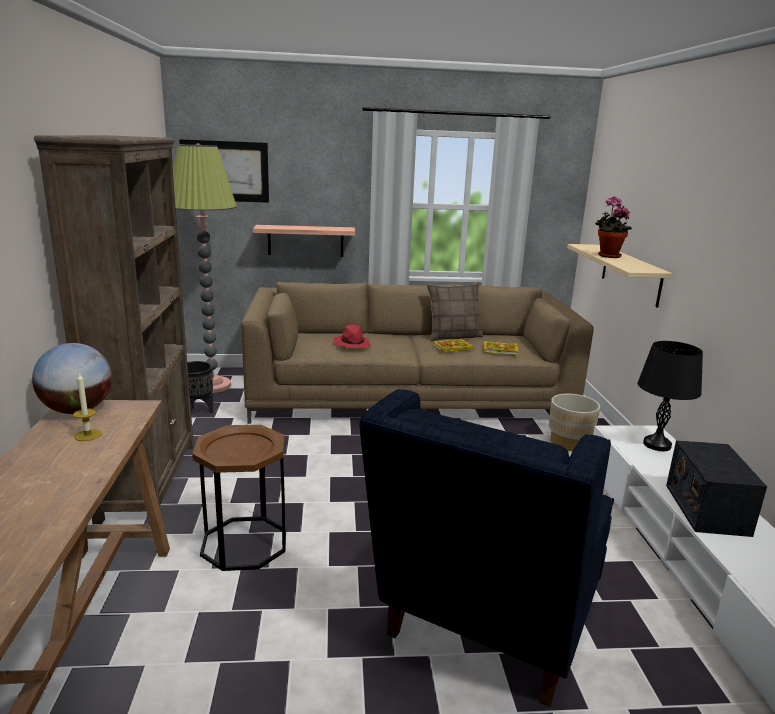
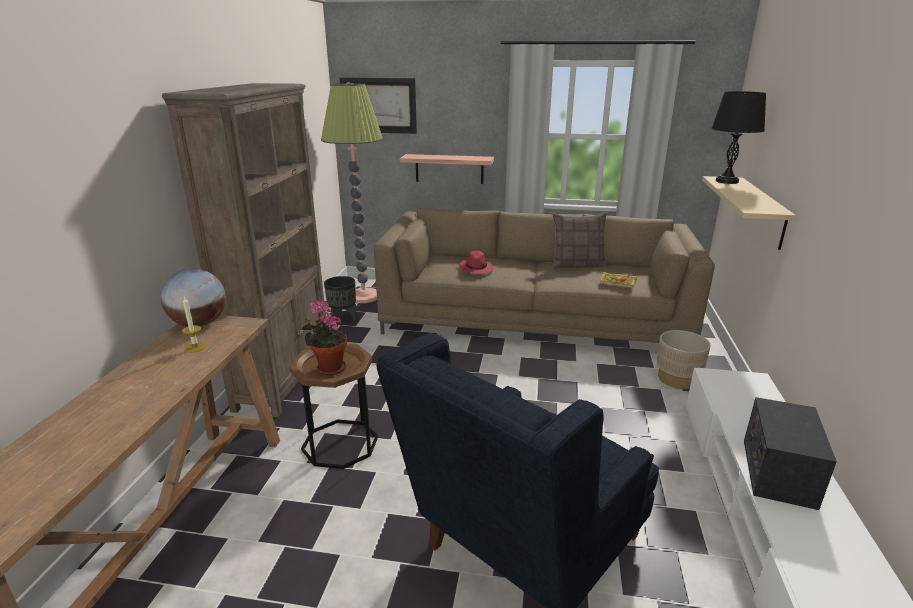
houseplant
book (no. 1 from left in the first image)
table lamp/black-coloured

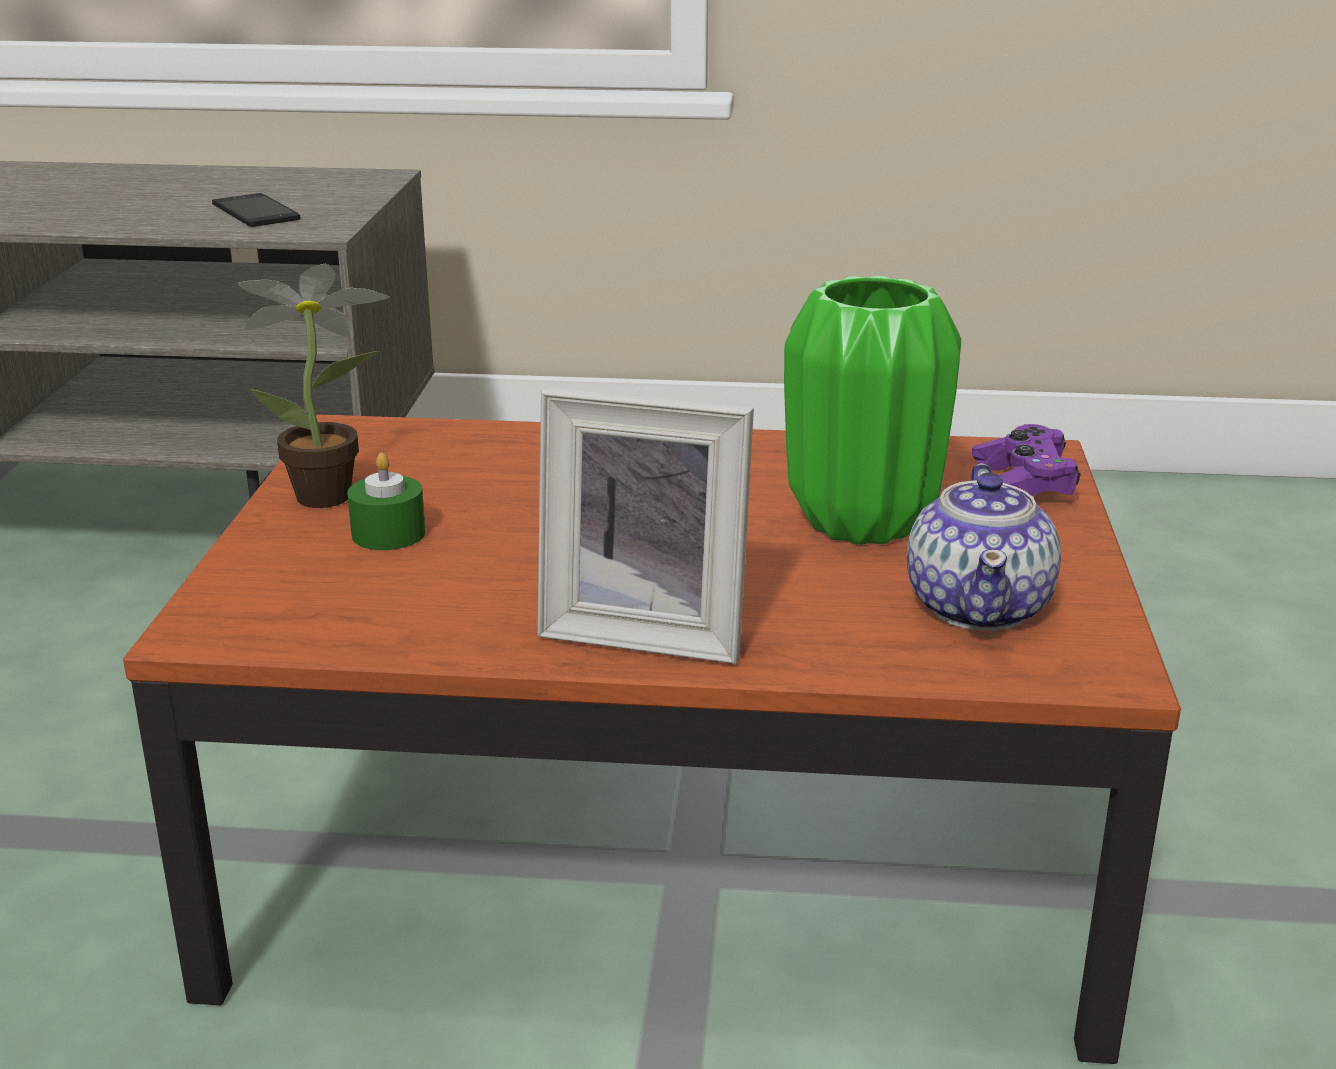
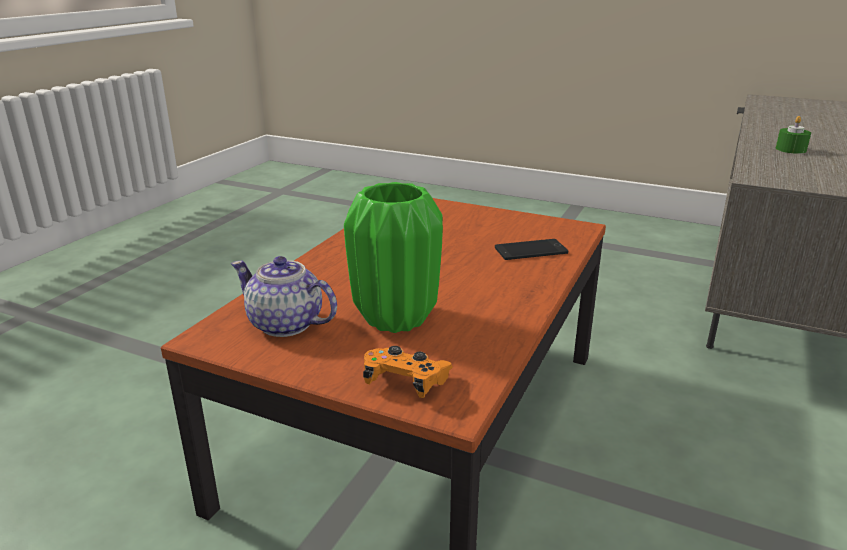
handset
houseplant
photo frame
game controller/orange-coloured
wax light/greenish

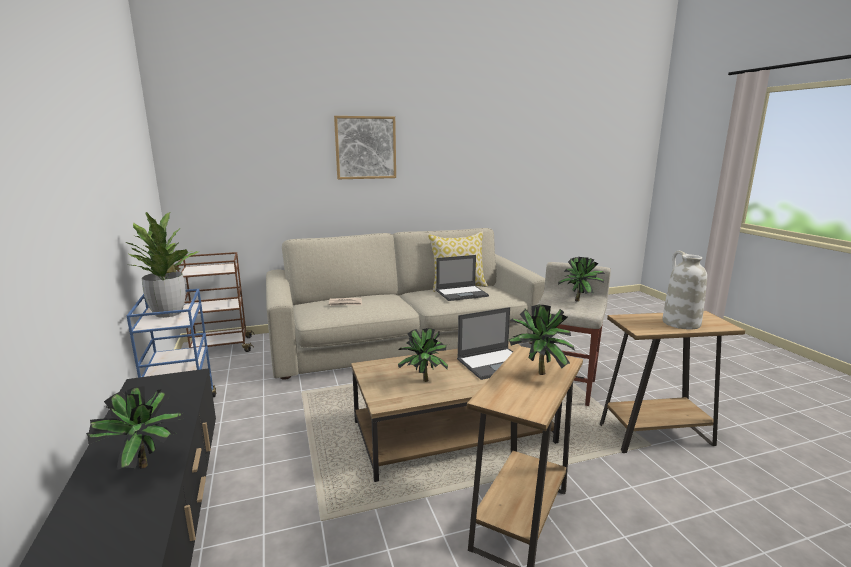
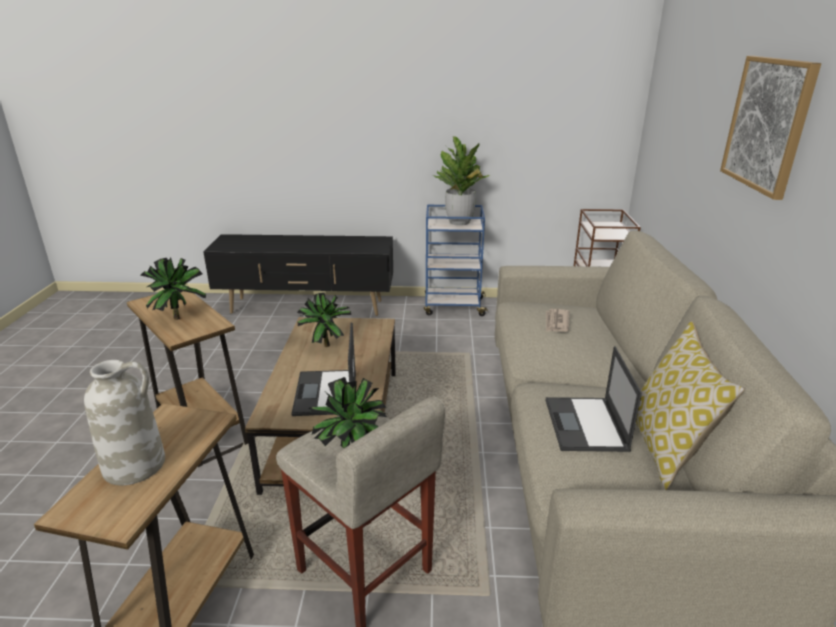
houseplant (no. 1 from left in the first image)

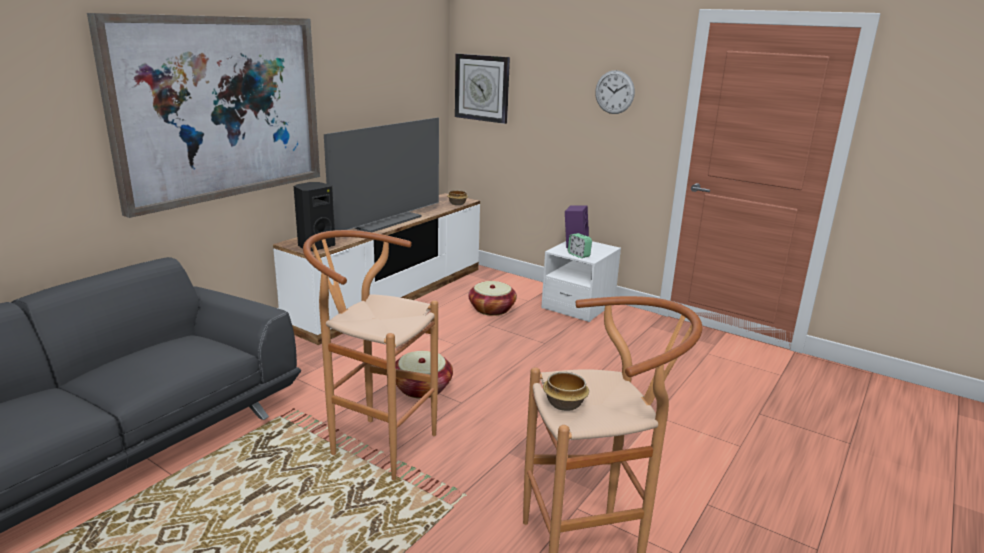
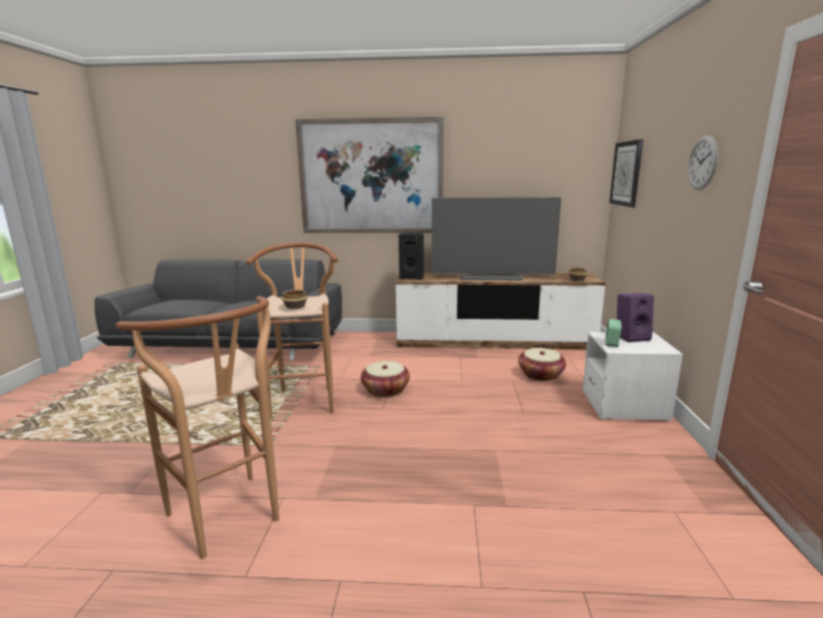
bowl (no. 1 from left)

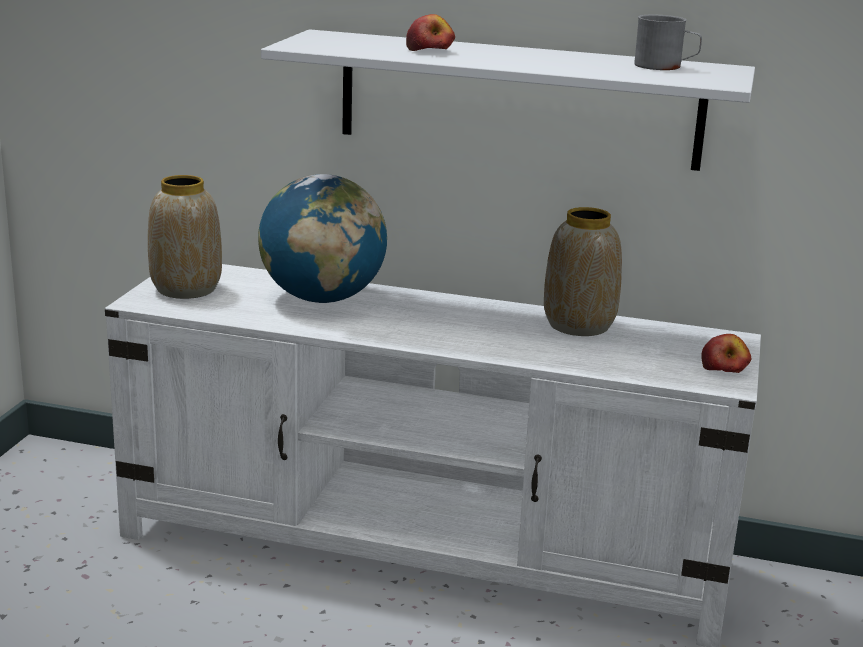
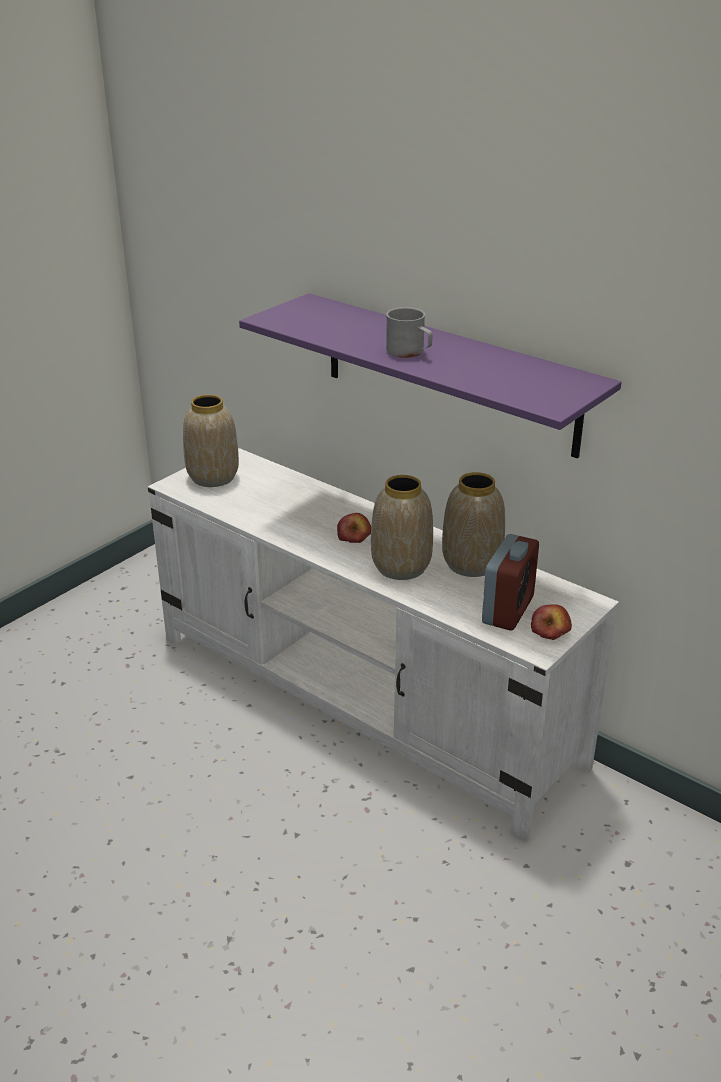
apple fruit (no. 1 from left)
tea mug/greyish
shelf/purple-coloured
globe
flower vase (no. 2 from left)
bedside clock

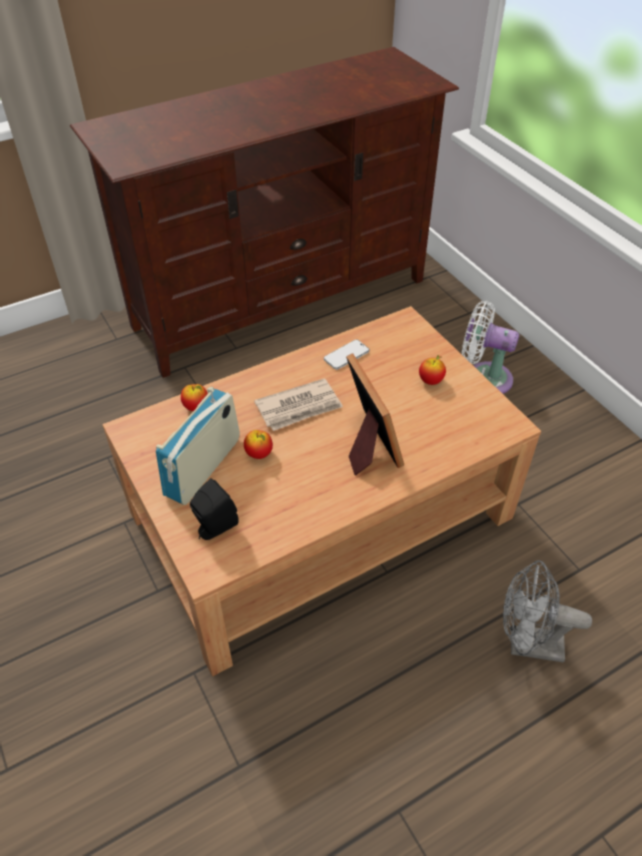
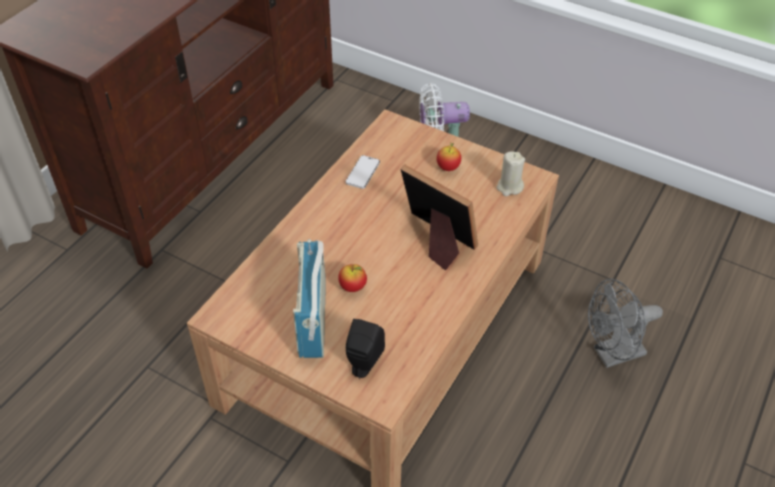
newspaper
apple fruit (no. 1 from left in the first image)
wax light/beige

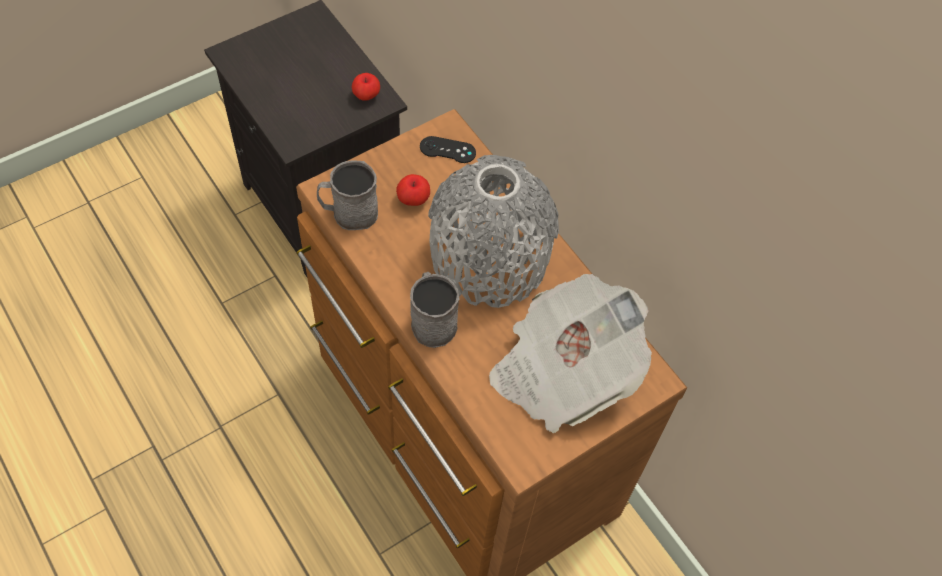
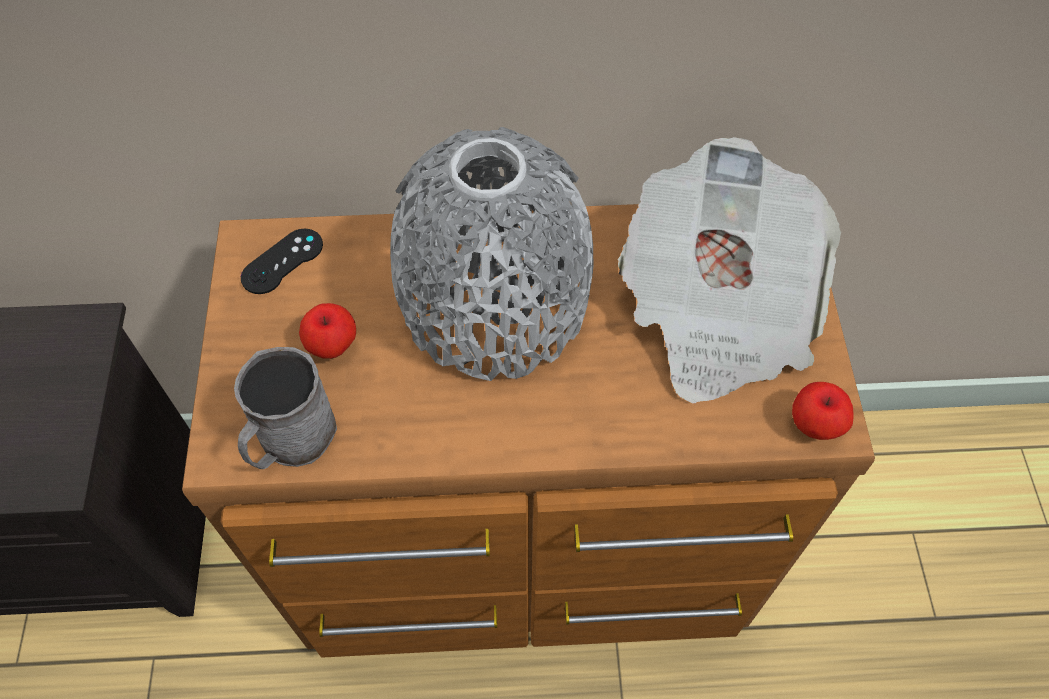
apple fruit (no. 2 from left)
tea mug/greyish (no. 2 from left in the first image)

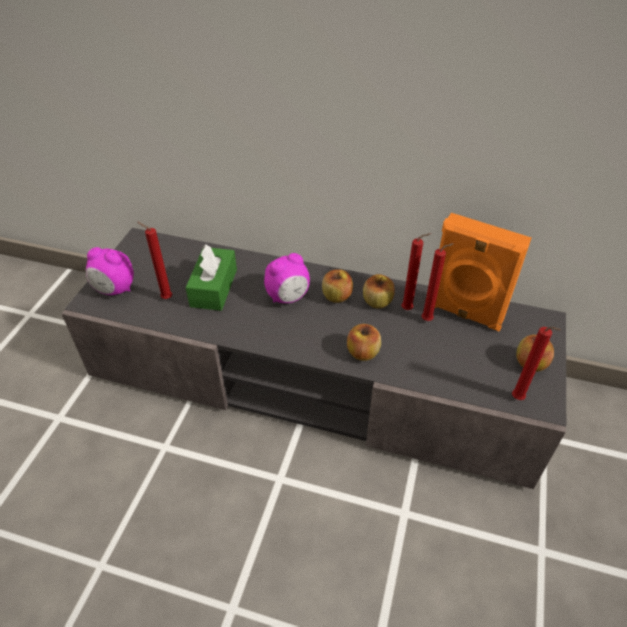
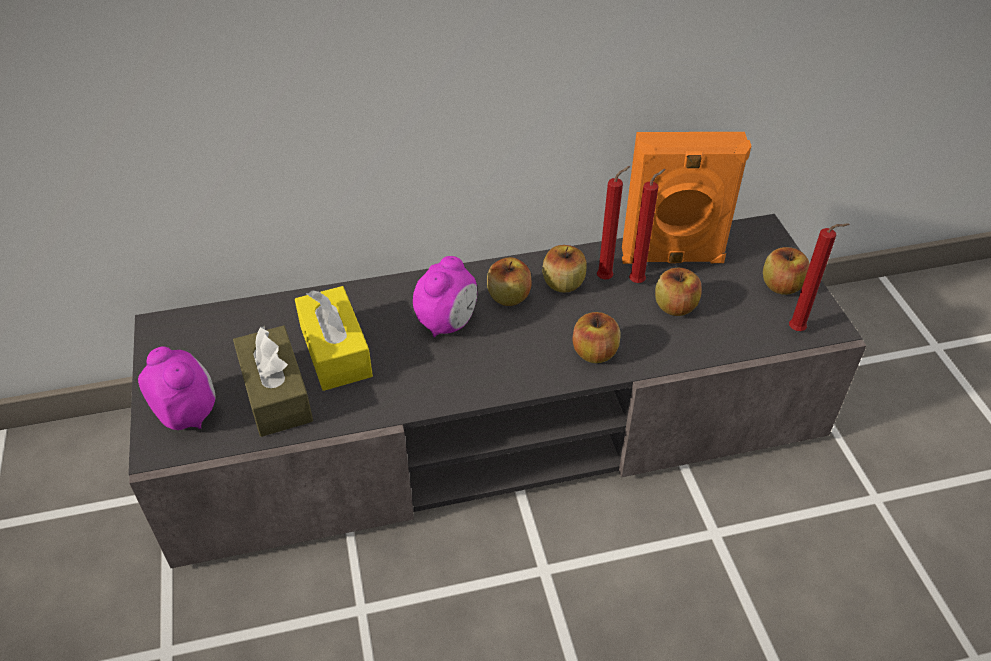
tissue holder/brown
tissue holder/yellow
bedside clock (no. 1 from left)
apple fruit (no. 4 from left)

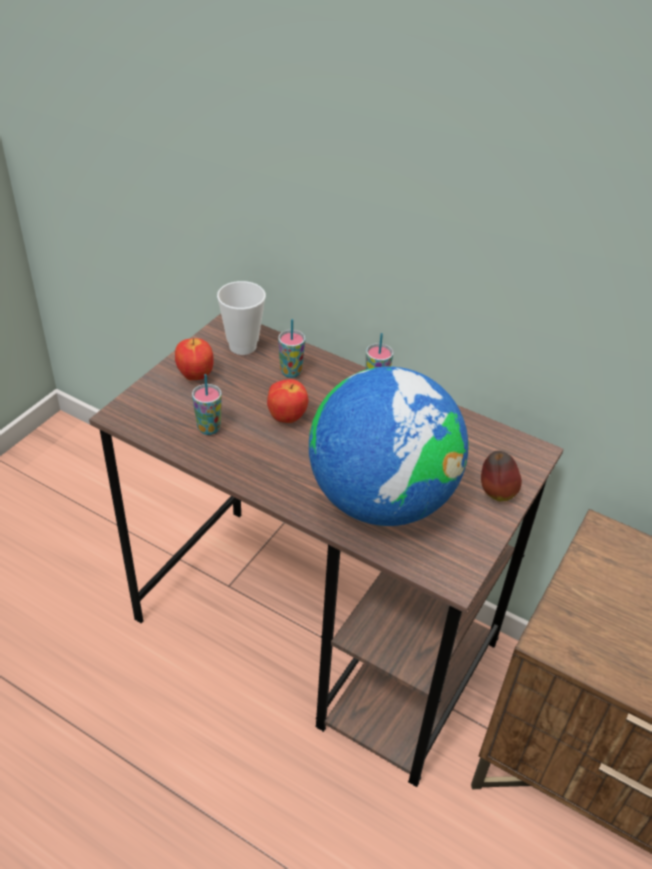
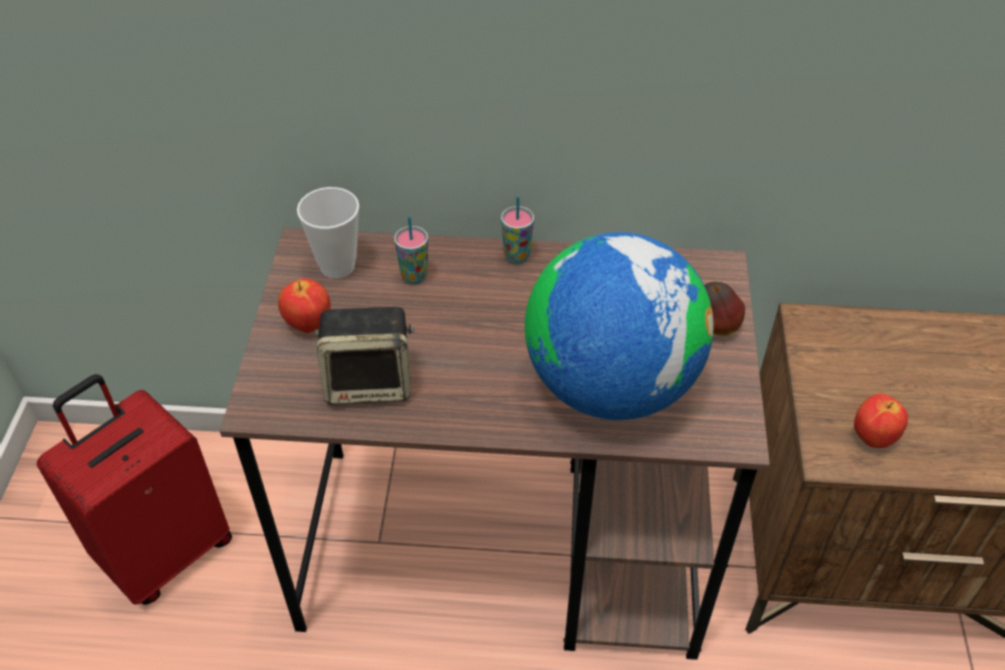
audio speaker
apple fruit (no. 3 from left)
suitcase/reddish

